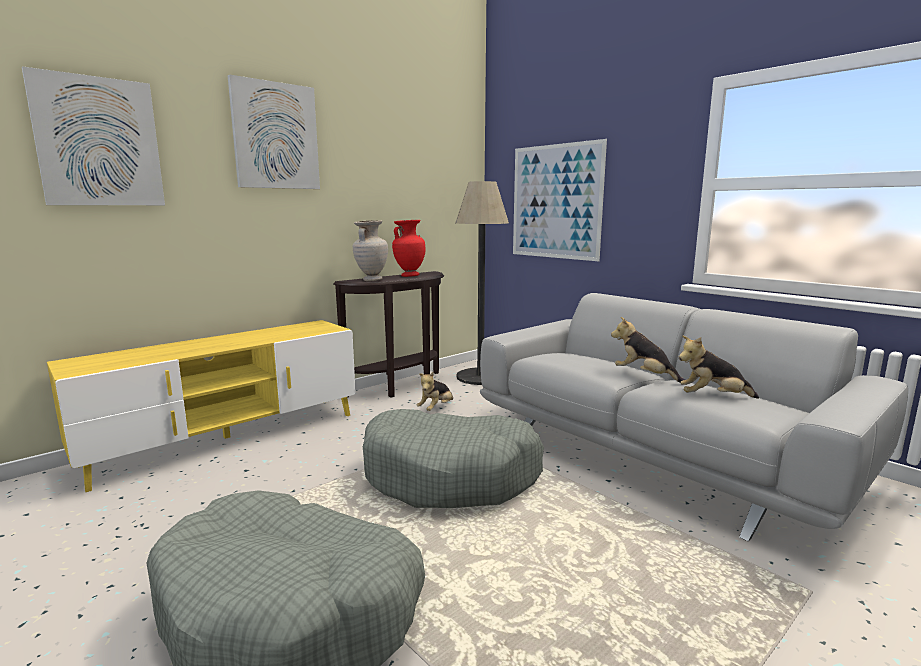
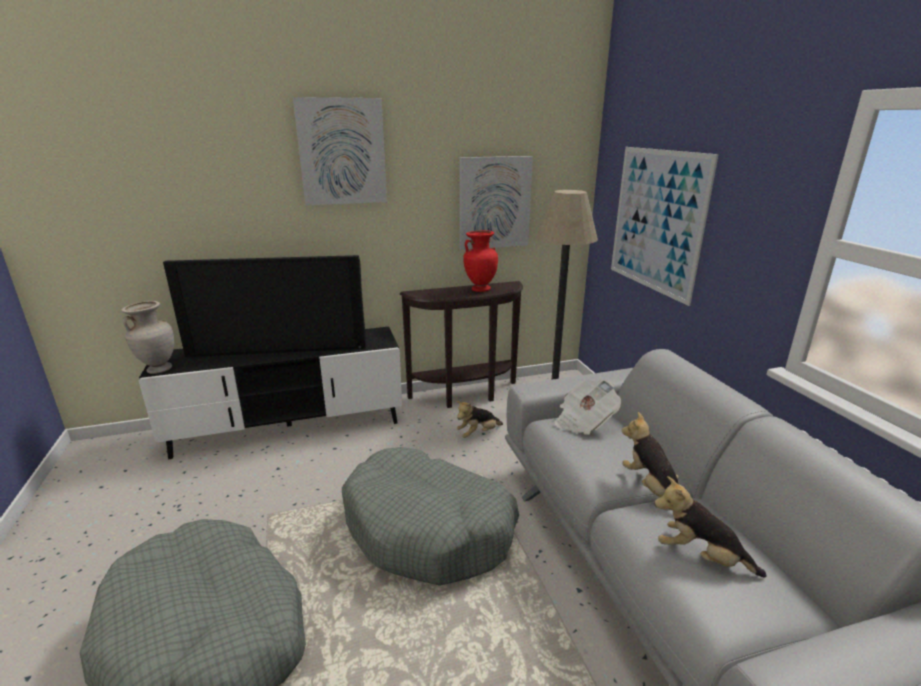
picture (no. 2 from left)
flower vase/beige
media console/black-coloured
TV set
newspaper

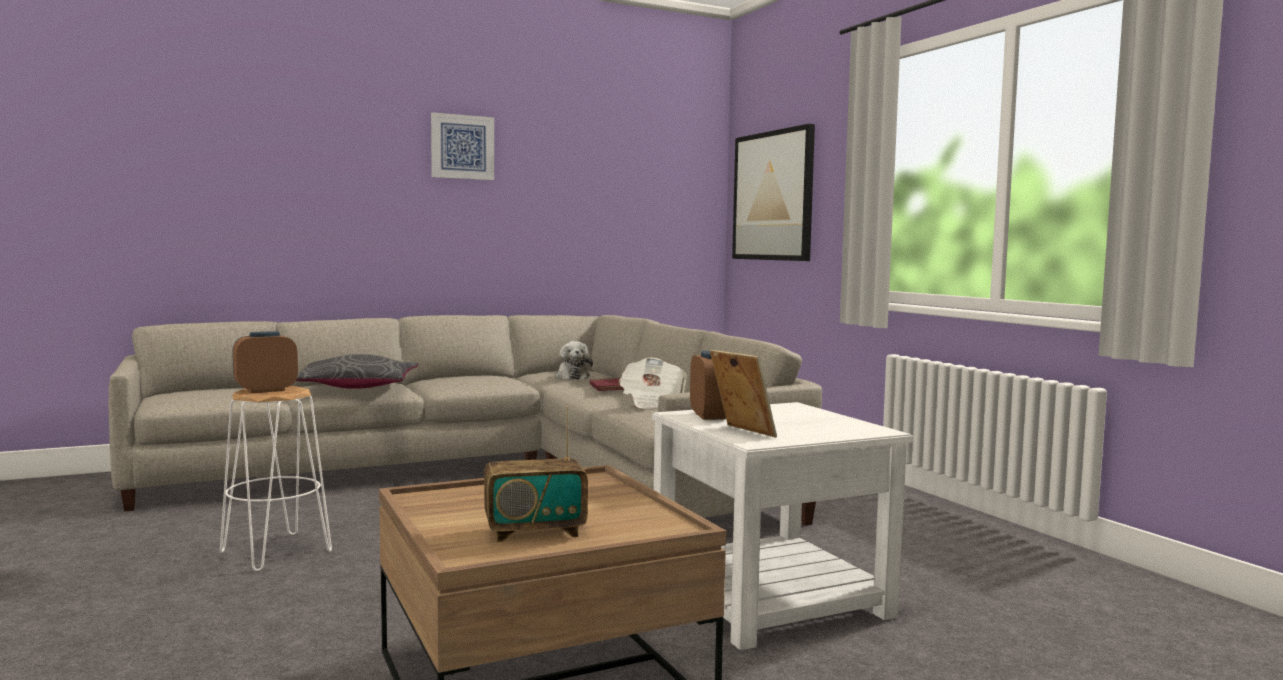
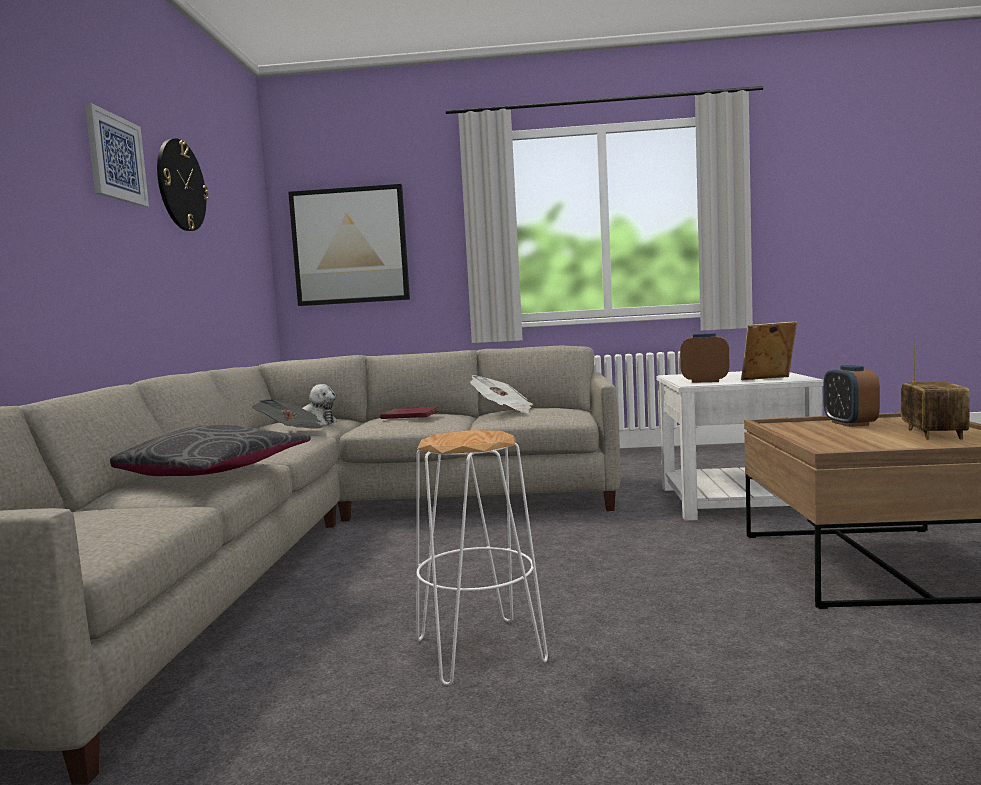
bedside clock (no. 2 from left)
clock on the wall
newspaper (no. 1 from left)

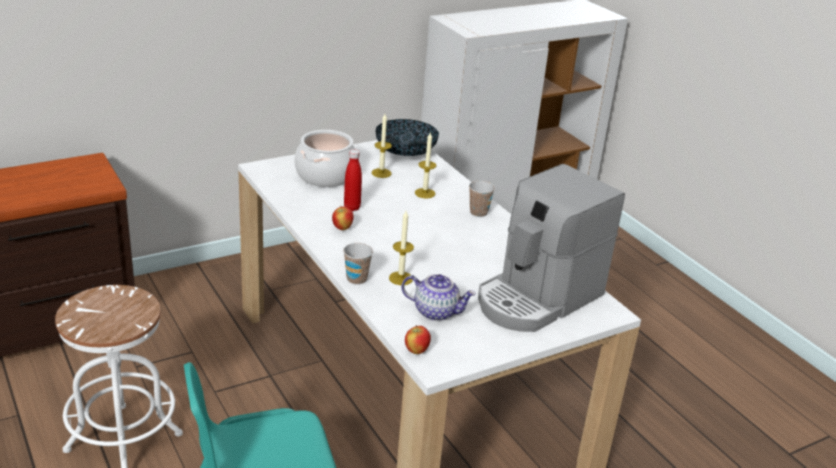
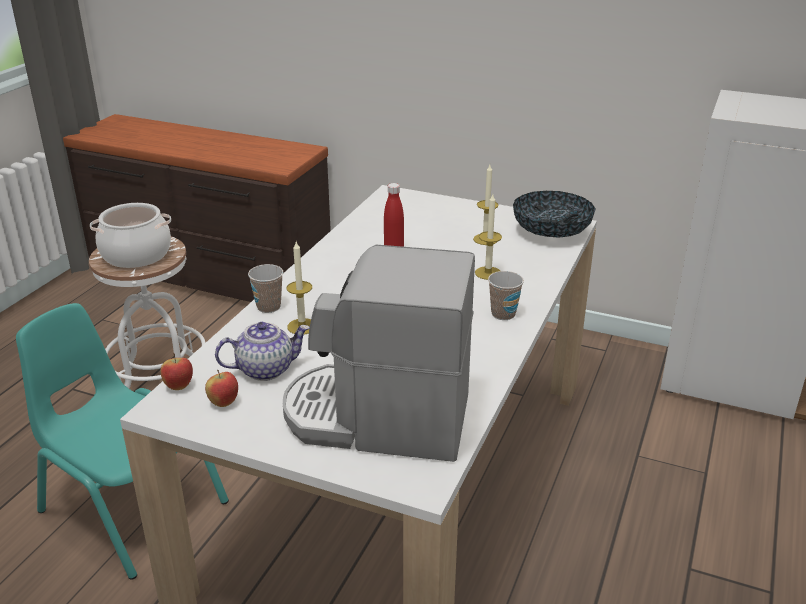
cooking pot
apple fruit (no. 2 from left)
tea pot

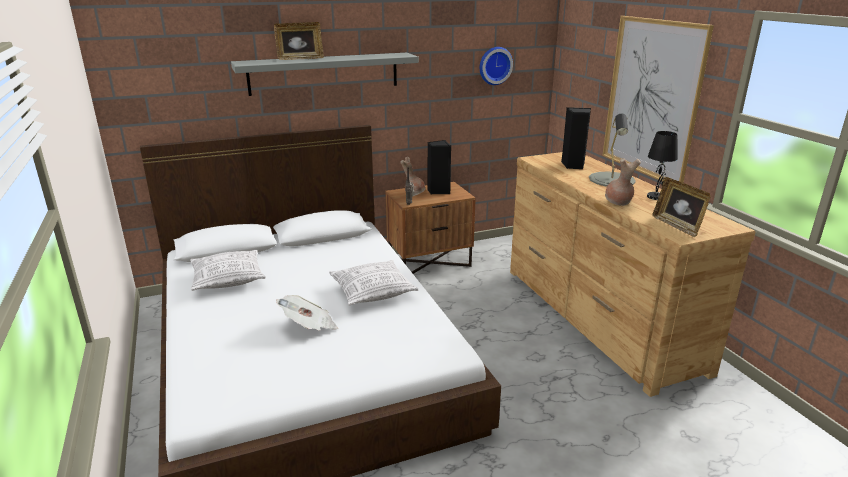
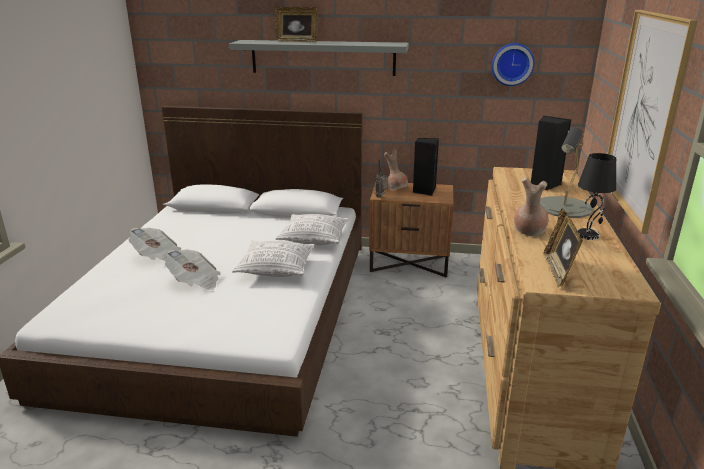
cushion (no. 2 from left)
newspaper (no. 1 from left)

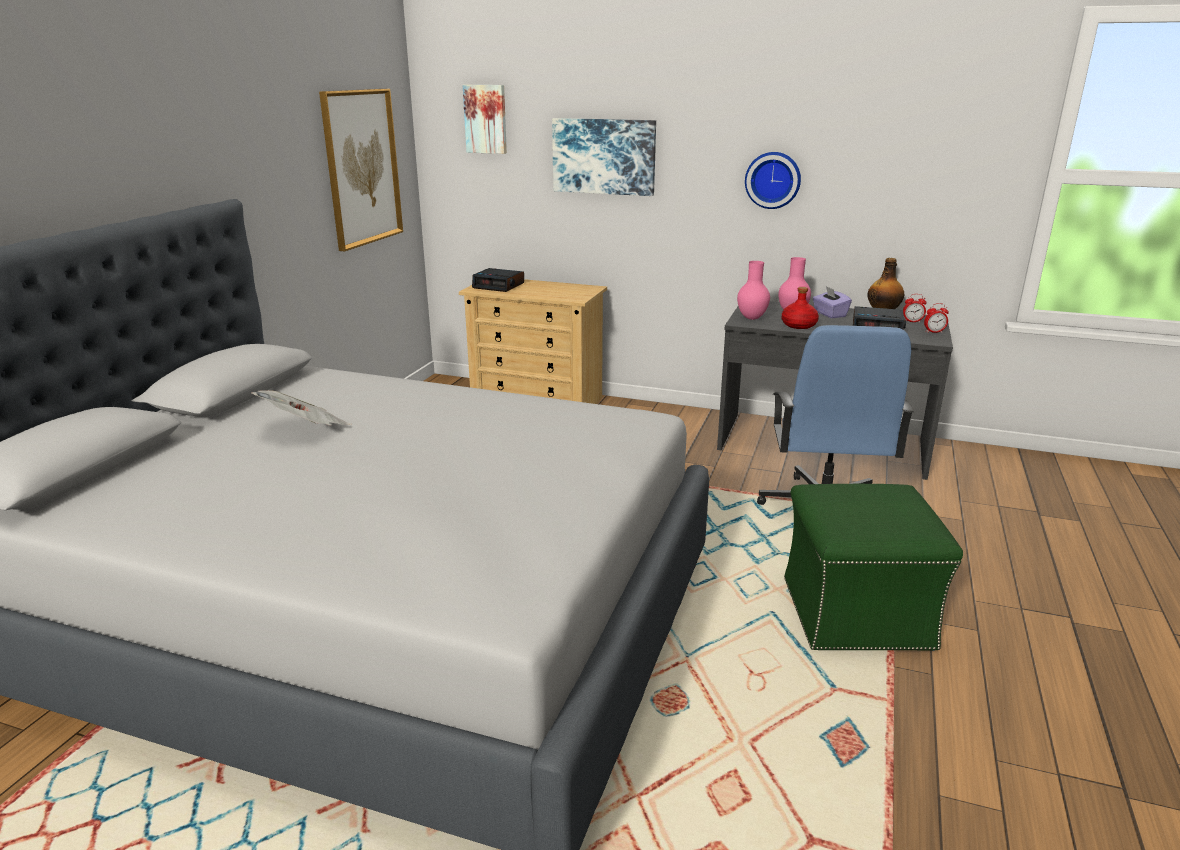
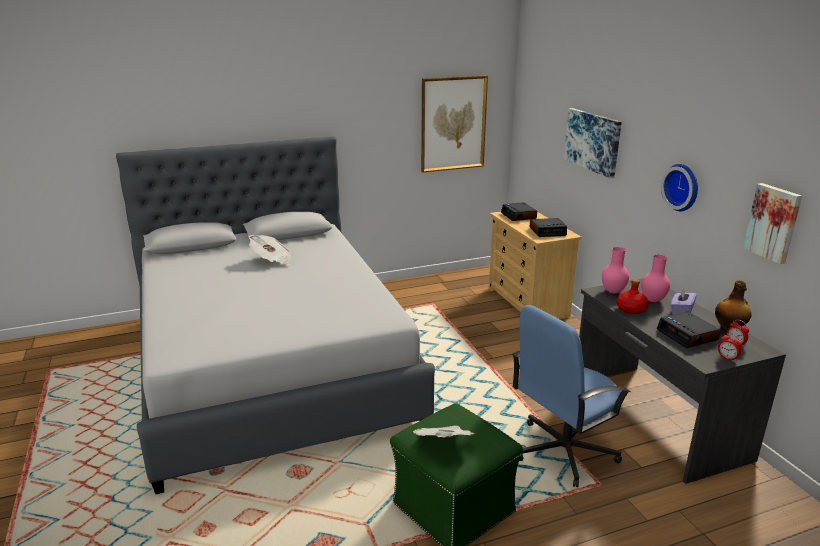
picture (no. 3 from left)
bedside clock (no. 2 from left)
newspaper (no. 2 from left)

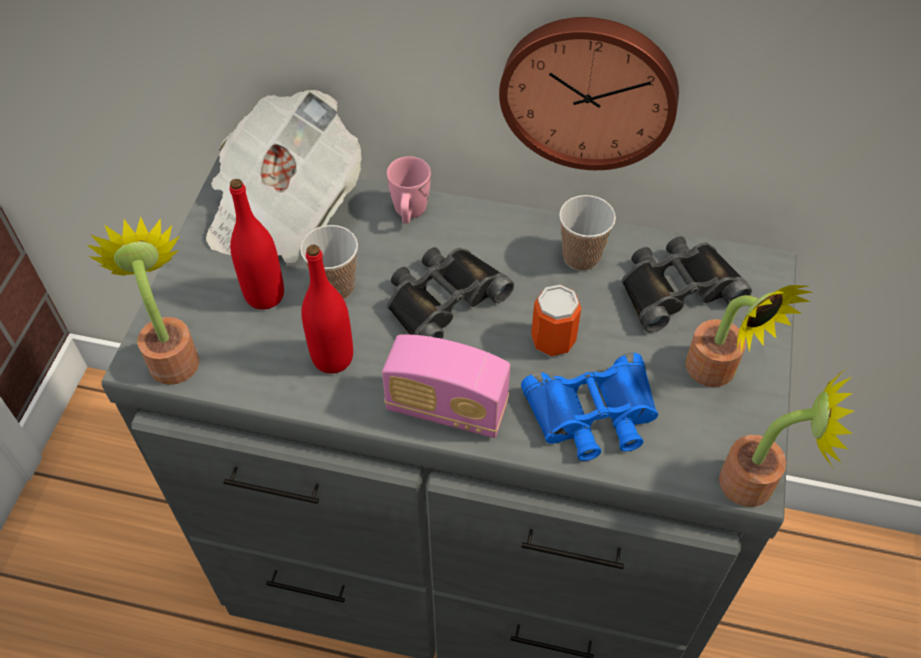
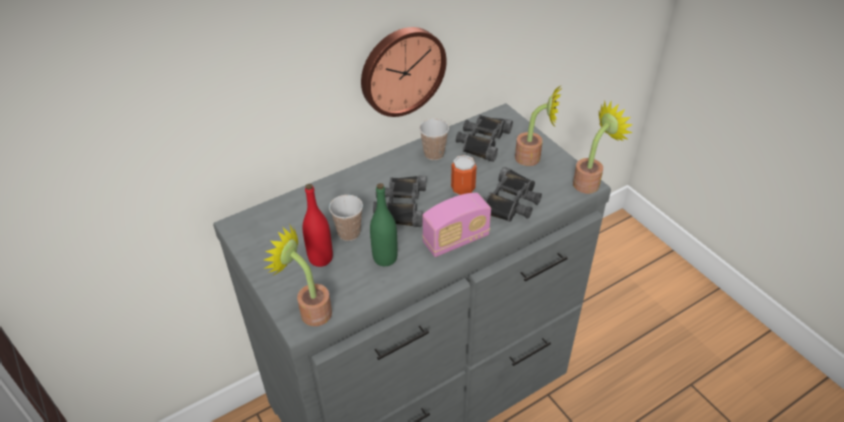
newspaper
tea mug/pink
drink bottle/greenish
pair of binoculars/black-coloured (no. 3 from left)

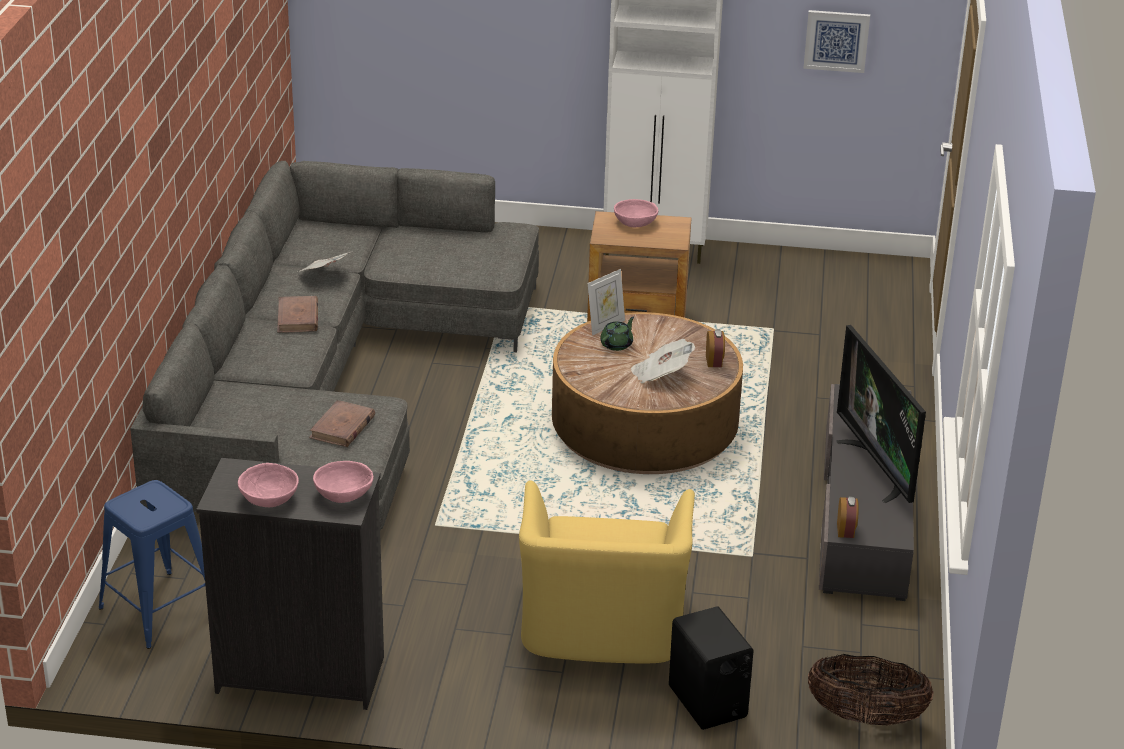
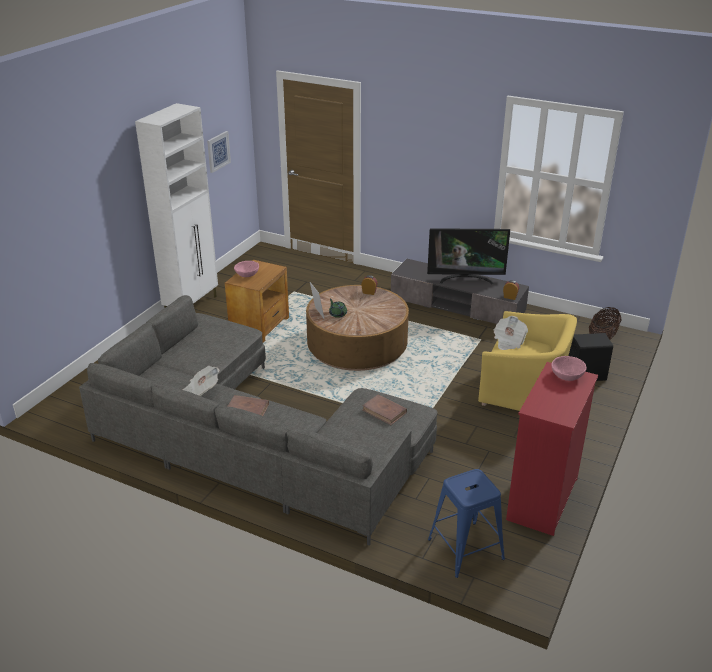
newspaper (no. 2 from left)
drawer chest/reddish
bowl/pink (no. 1 from left in the first image)

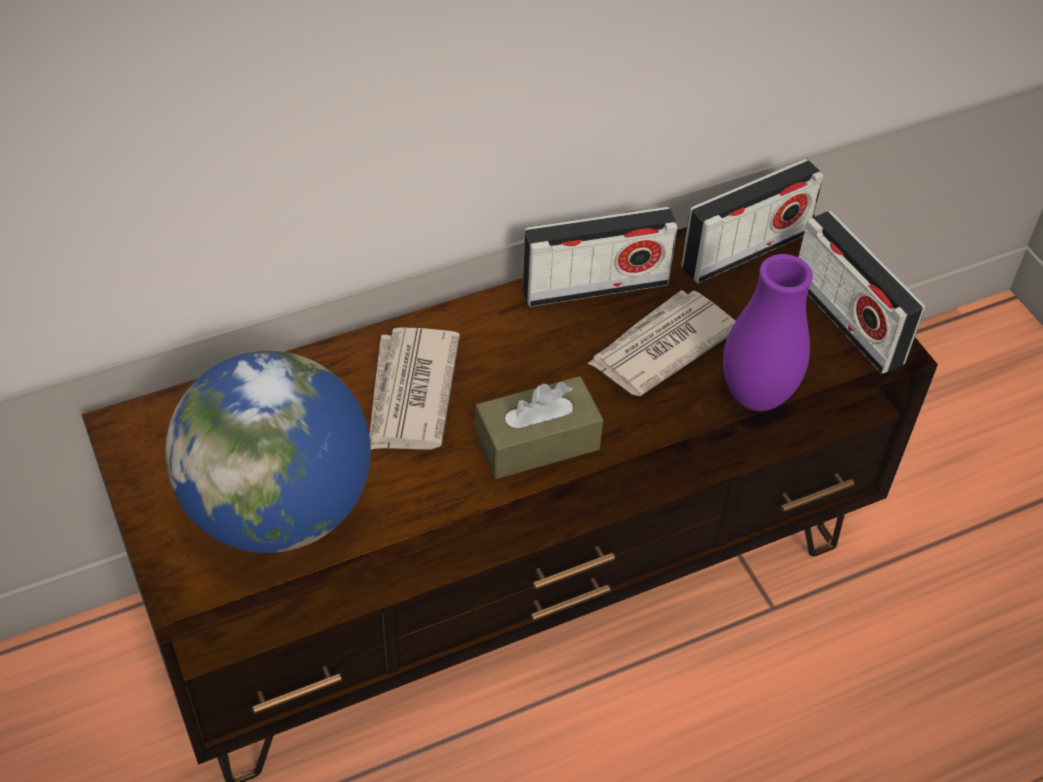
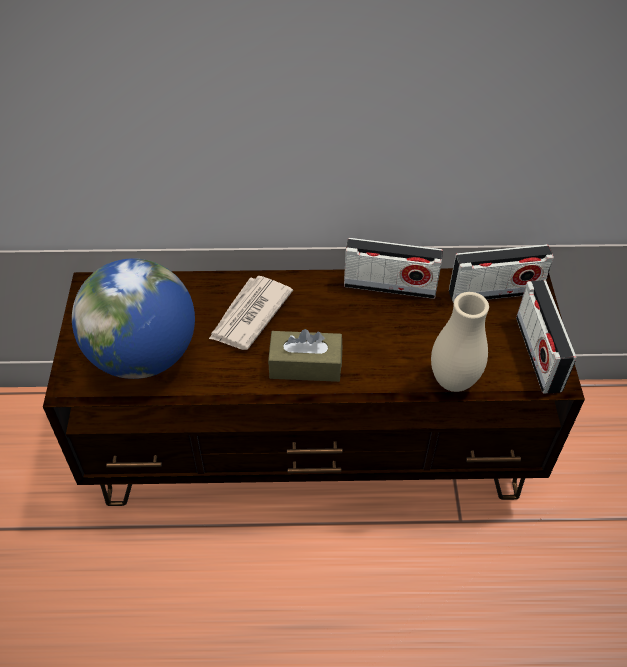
flower vase/beige
newspaper (no. 2 from left in the first image)

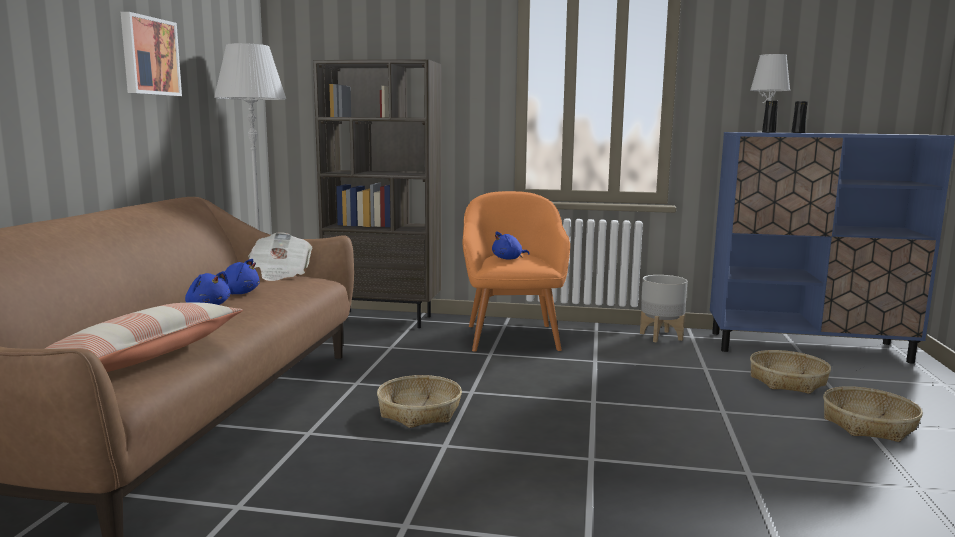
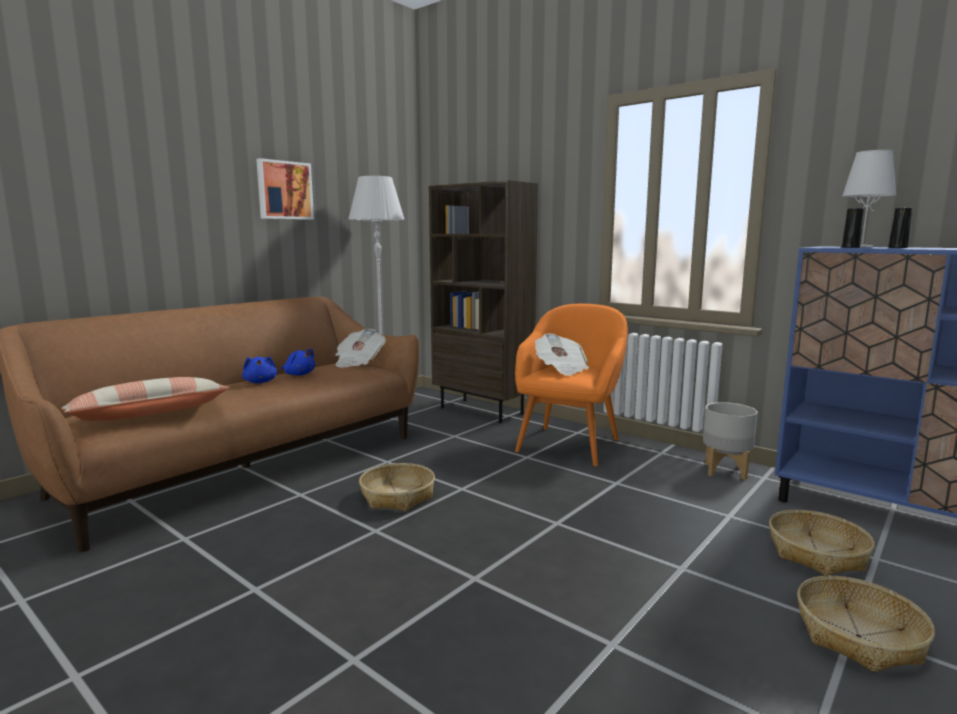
newspaper (no. 2 from left)

